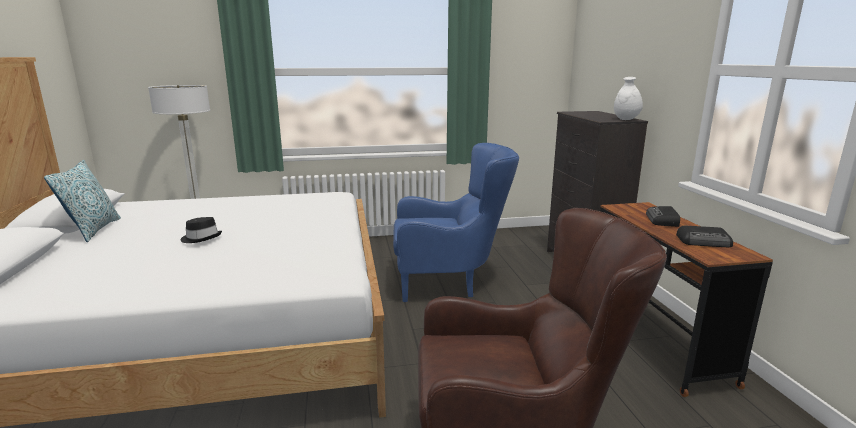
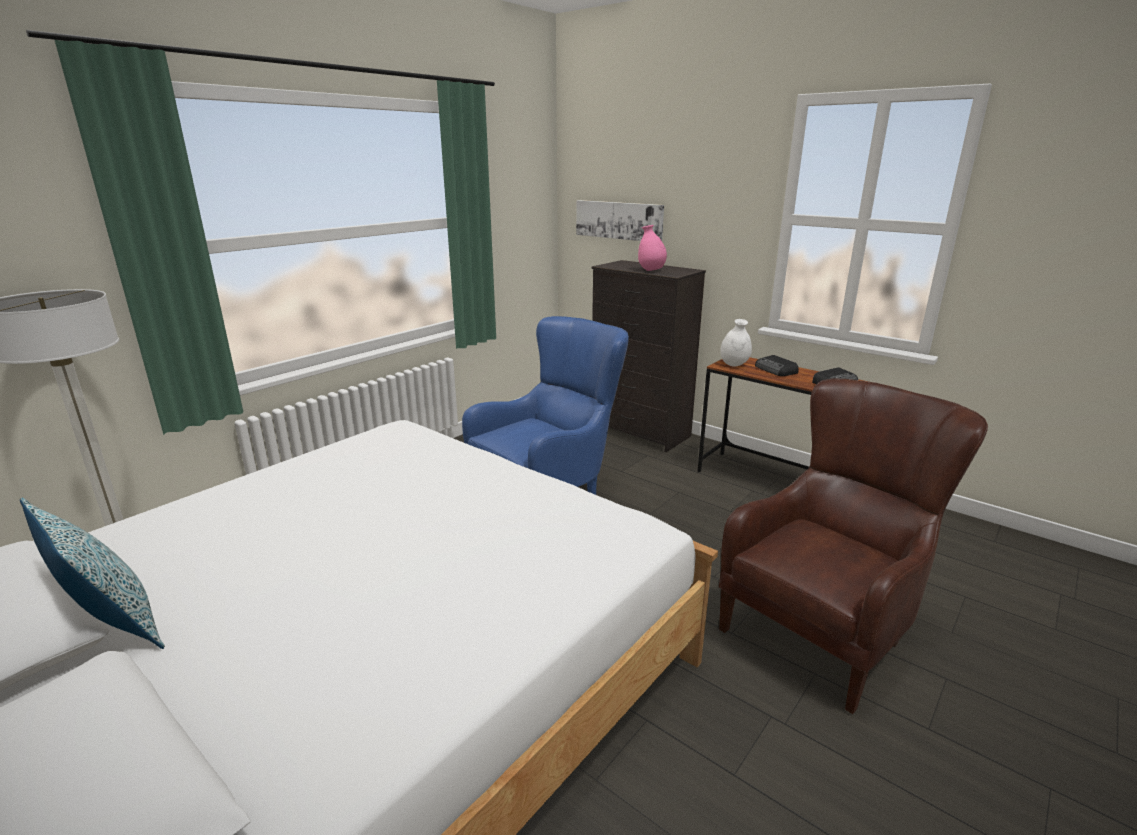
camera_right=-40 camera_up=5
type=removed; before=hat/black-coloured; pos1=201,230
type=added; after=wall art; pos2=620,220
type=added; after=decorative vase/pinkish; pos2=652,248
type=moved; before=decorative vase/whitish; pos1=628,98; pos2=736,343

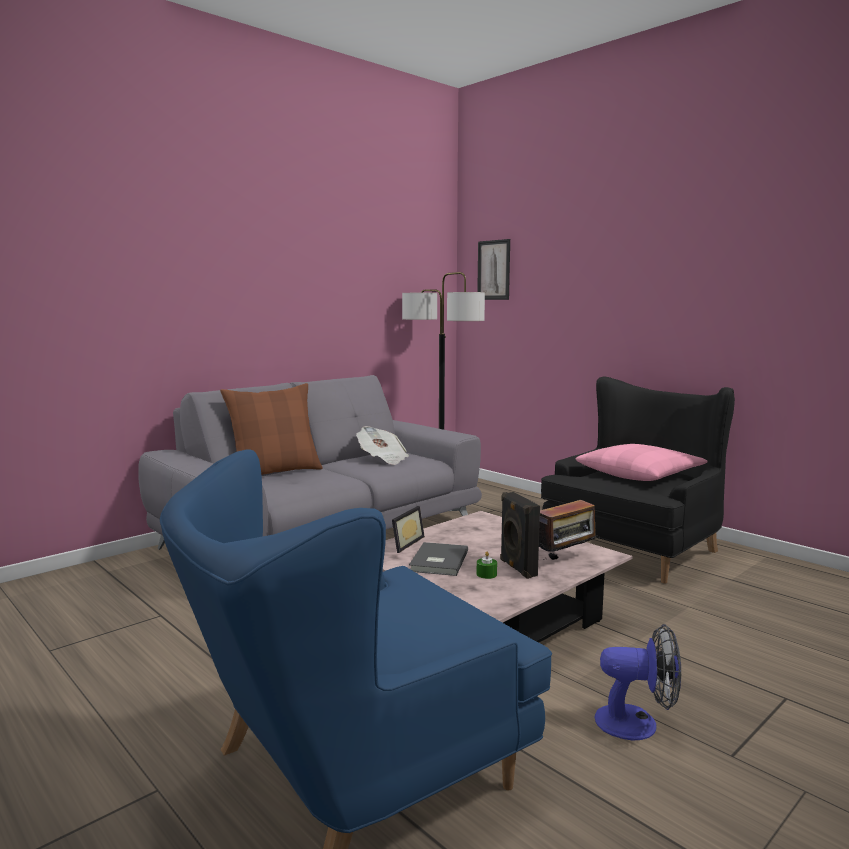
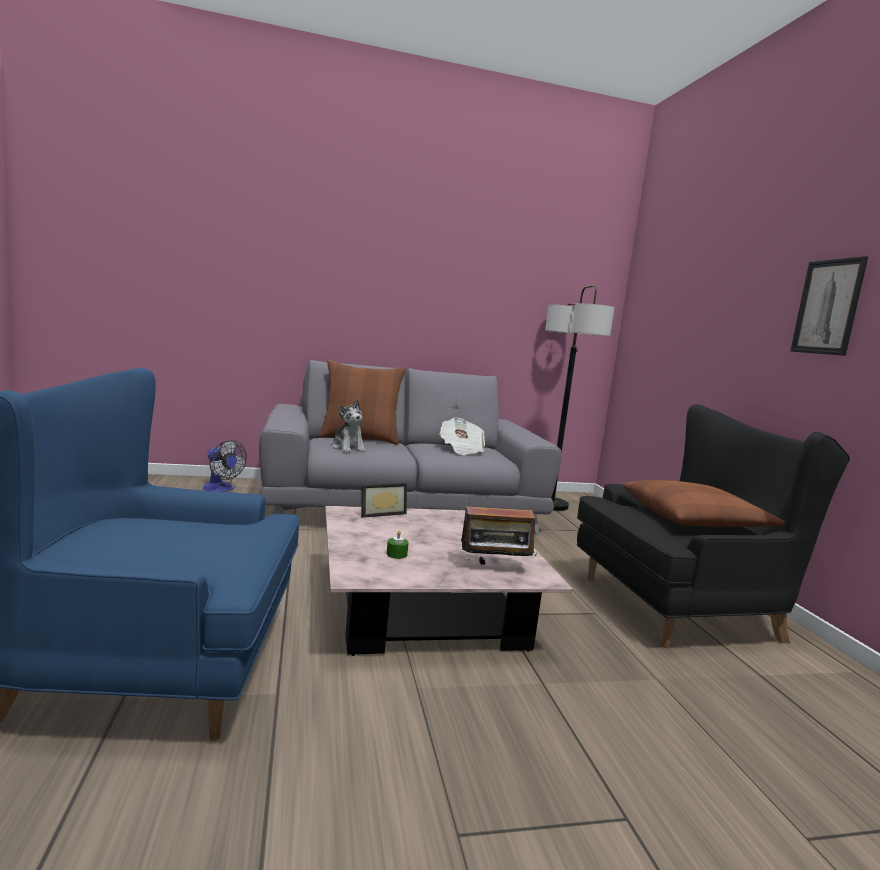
camera_right=30 camera_up=0
type=removed; before=bound book/greyish; pos1=438,559
type=removed; before=speaker/black-coloured; pos1=520,535
type=added; after=plush toy; pos2=349,426
type=moved; before=wall art; pos1=493,269; pos2=829,306
type=moved; before=cooling fan; pos1=638,682; pos2=225,466
type=recoloured; before=cushion/pinkish; after=cushion/brownish; pos1=642,462; pos2=704,503

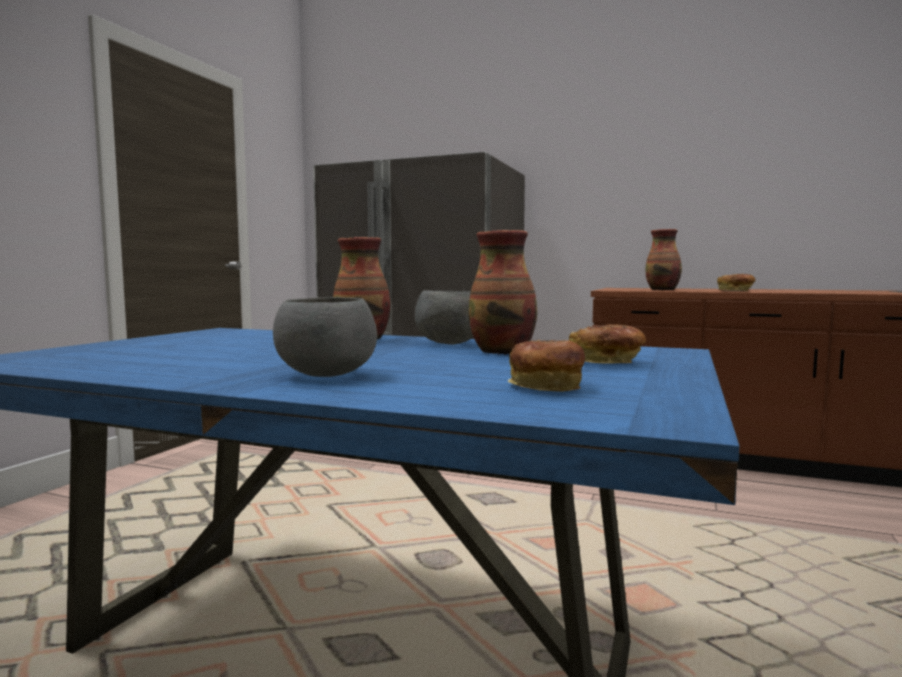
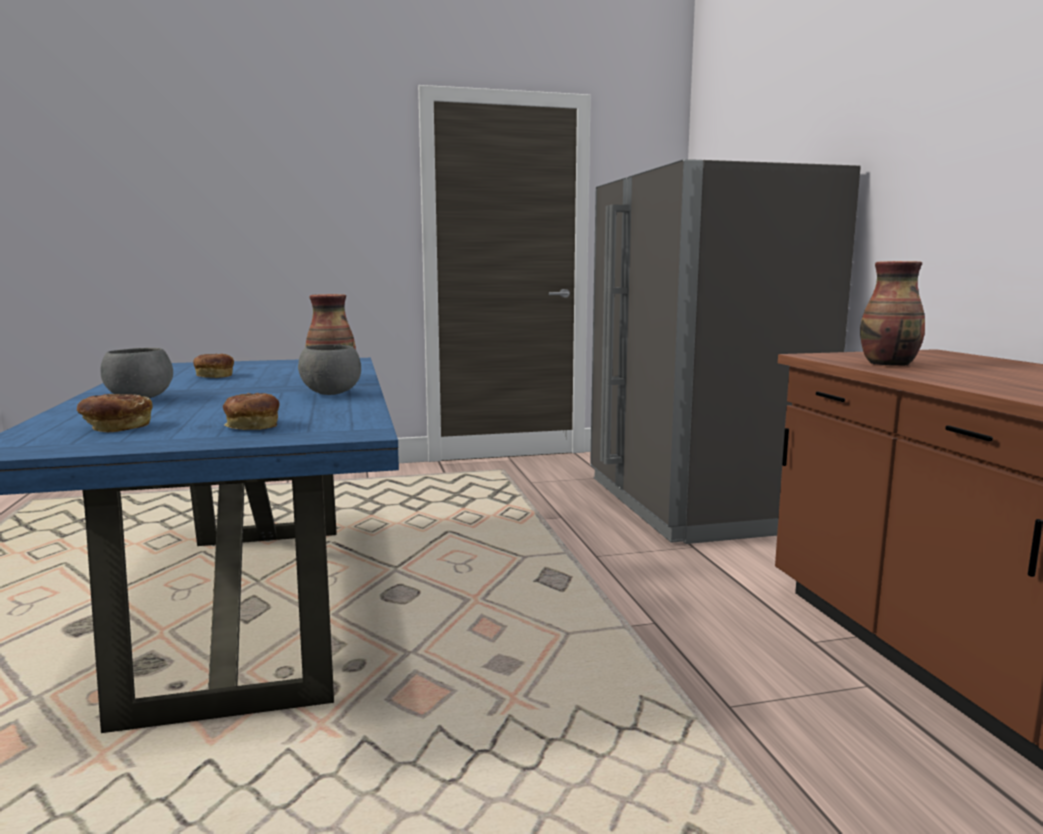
camera_right=55 camera_up=5
type=removed; before=decorative vase; pos1=503,292
type=moved; before=baked bread; pos1=736,282; pos2=213,365

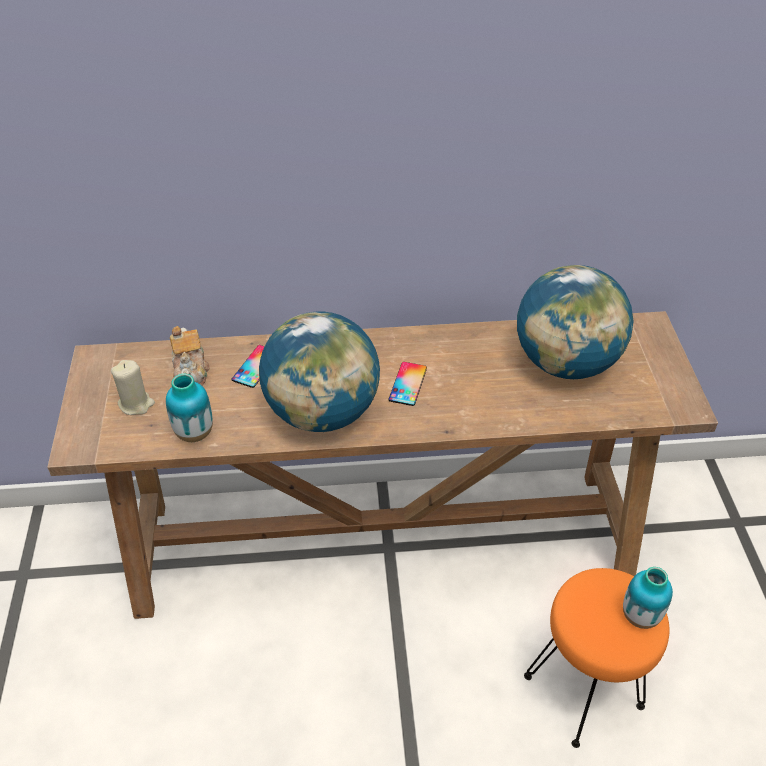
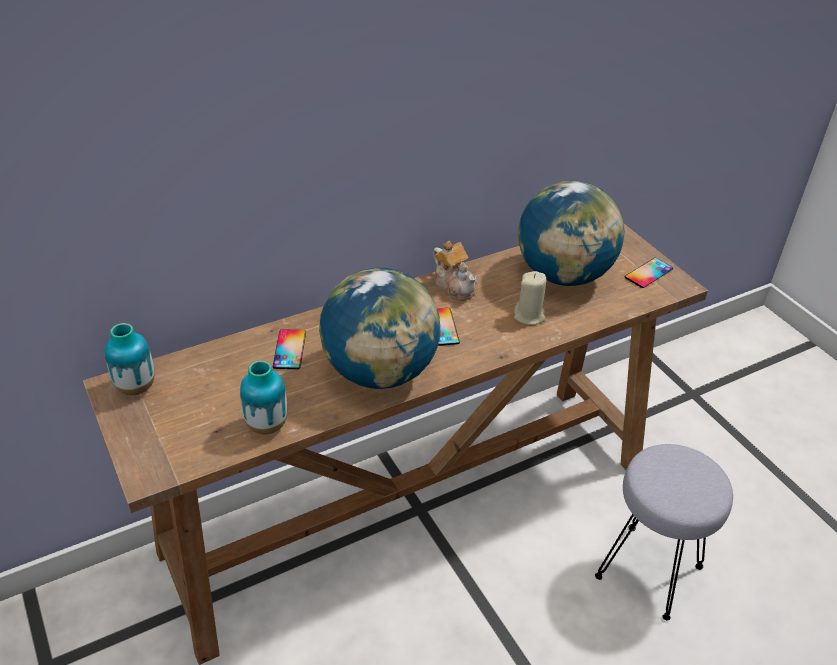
camera_right=-25 camera_up=-5
type=added; after=telephone; pos2=649,273
type=moved; before=wax candle/beige-coloured; pos1=133,387; pos2=530,298
type=moved; before=teapot; pos1=189,356; pos2=455,271
type=moved; before=decorative vase; pos1=648,598; pos2=129,359
type=recoloured; before=sitting stool/orangey; after=sitting stool/greyish; pos1=597,658; pos2=664,532

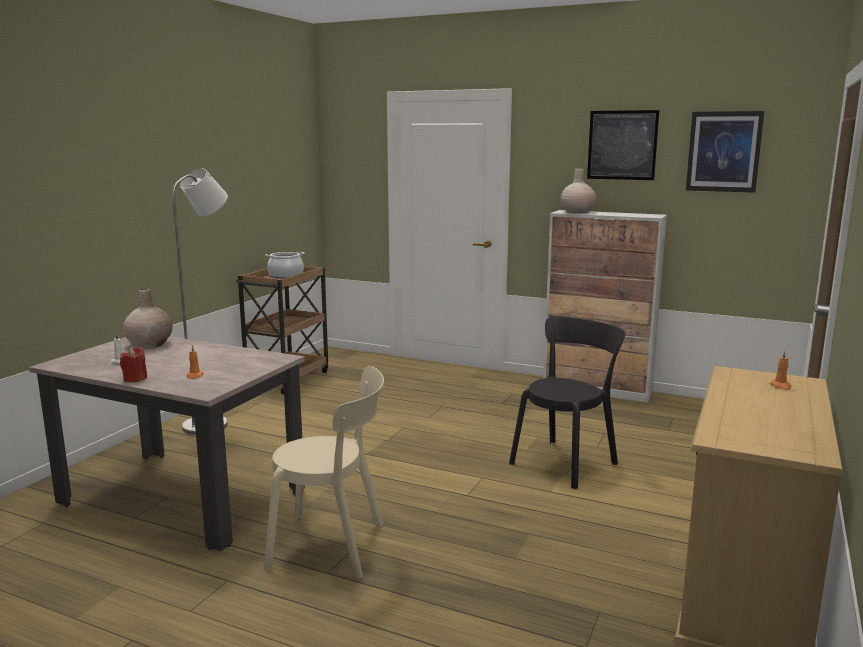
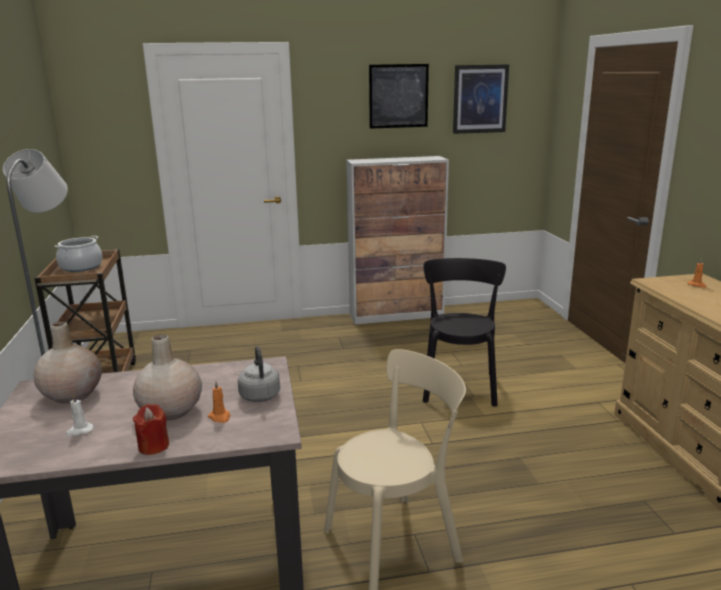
camera_right=-35 camera_up=5
type=added; after=tea kettle/greyish; pos2=259,374
type=moved; before=decorative vase/beige-coloured; pos1=578,191; pos2=167,377

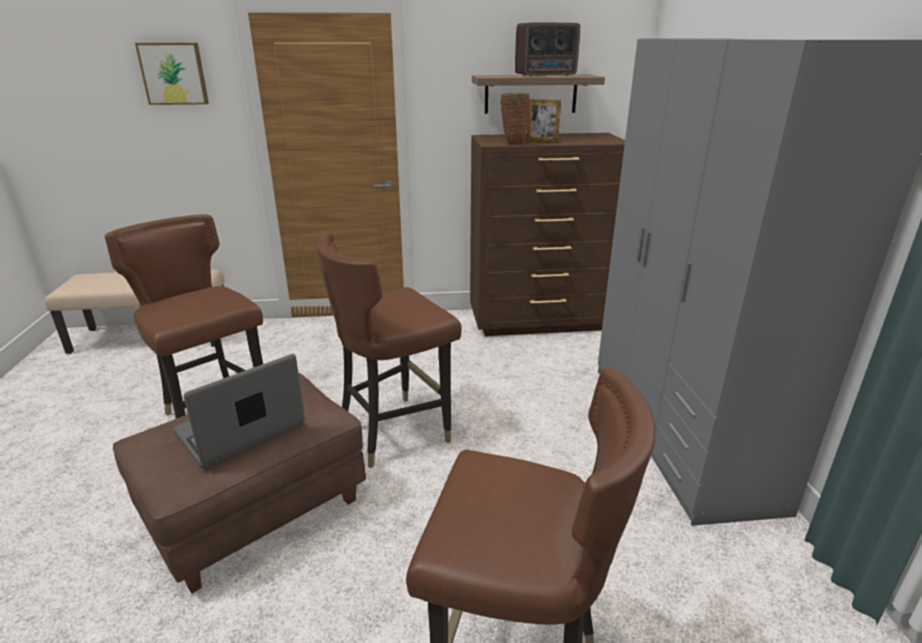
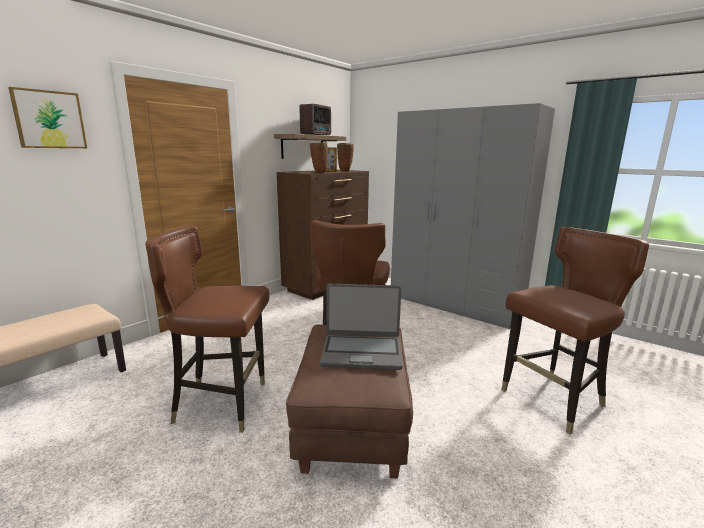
camera_right=-45 camera_up=-10
type=added; after=decorative vase/brownish; pos2=345,157
type=turned; before=laptop; pos1=239,411; pos2=361,327; turn=-90

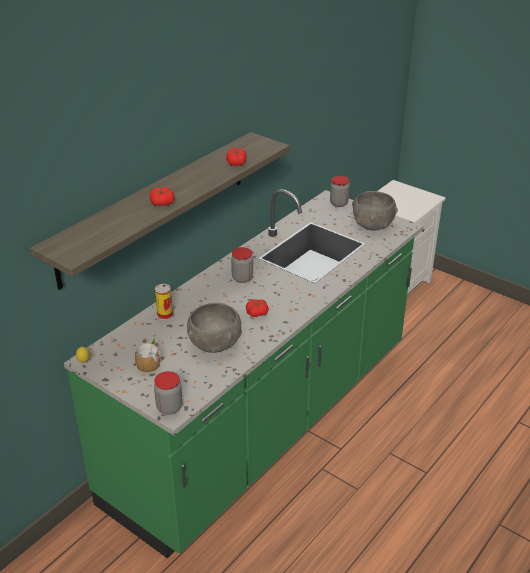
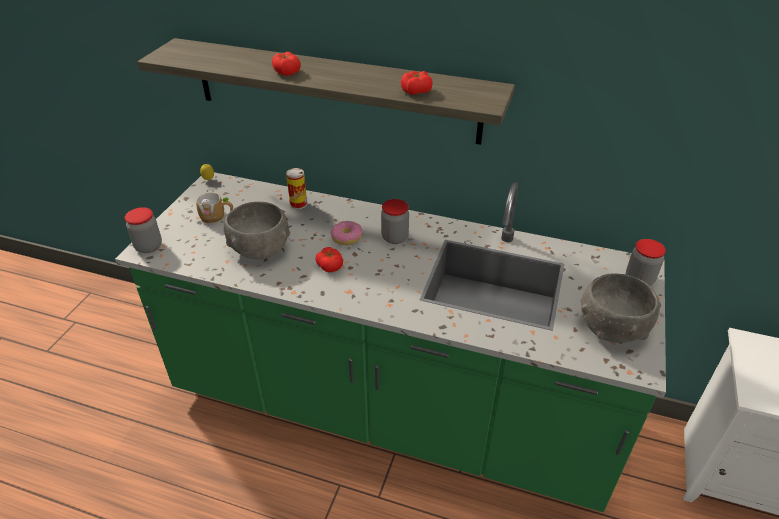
camera_right=70 camera_up=5
type=added; after=donut; pos2=346,233

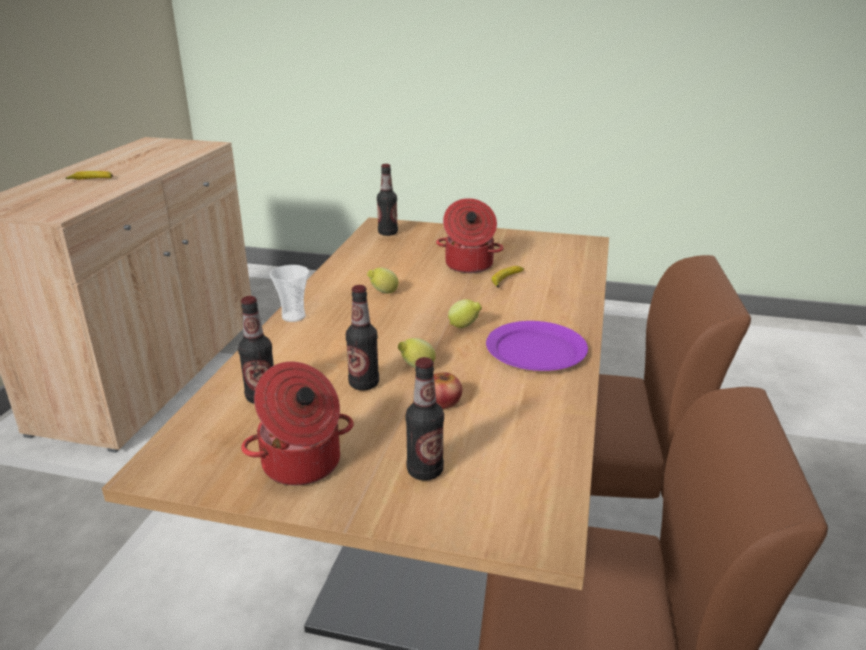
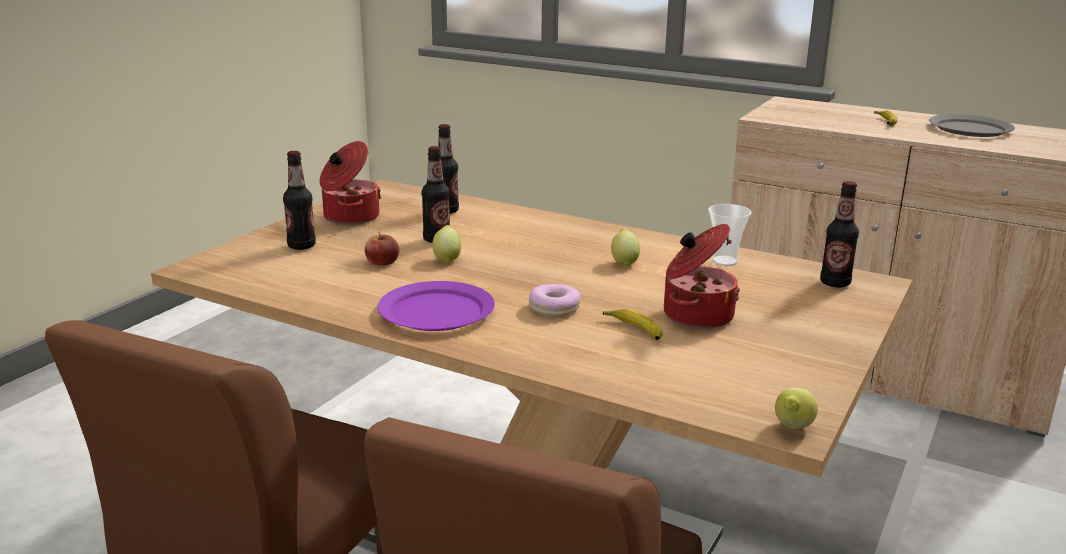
camera_right=105 camera_up=-5
type=added; after=donut; pos2=554,300
type=added; after=plate/greyish; pos2=972,125
type=moved; before=drinking cup; pos1=289,293; pos2=730,235
type=moved; before=lemon; pos1=465,313; pos2=796,408

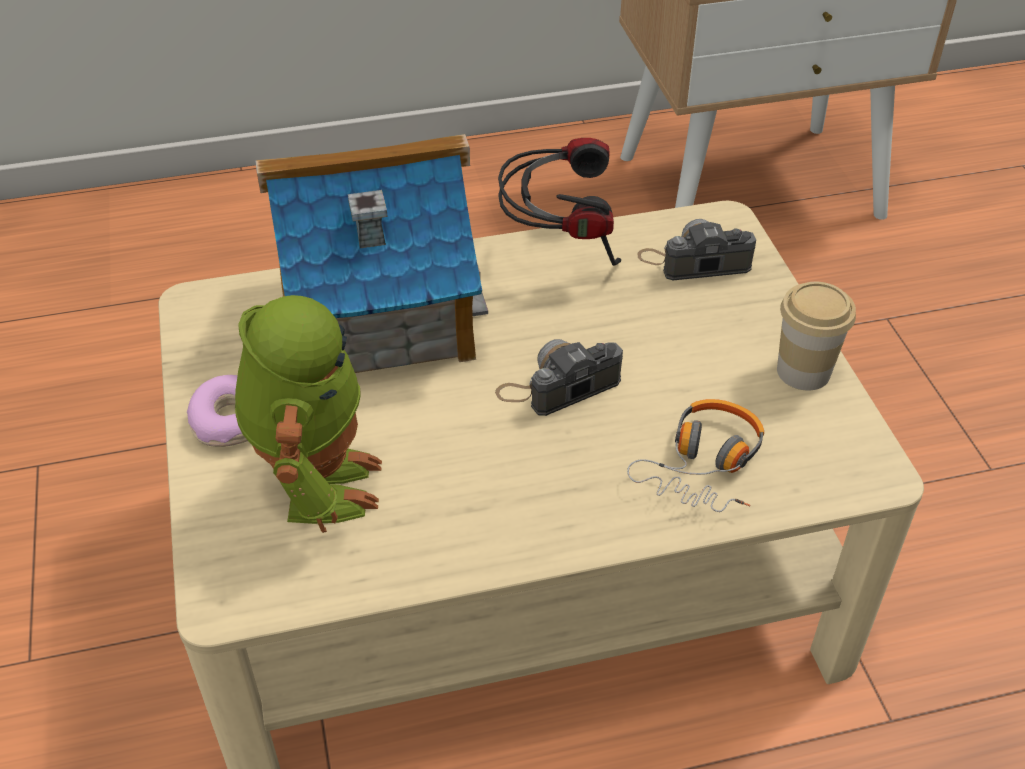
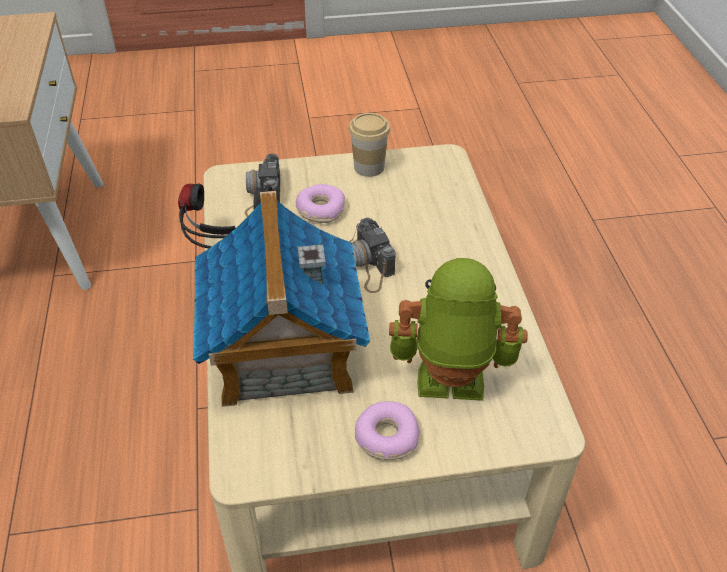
camera_right=-85 camera_up=0
type=removed; before=headphones; pos1=695,455
type=added; after=donut; pos2=320,203

